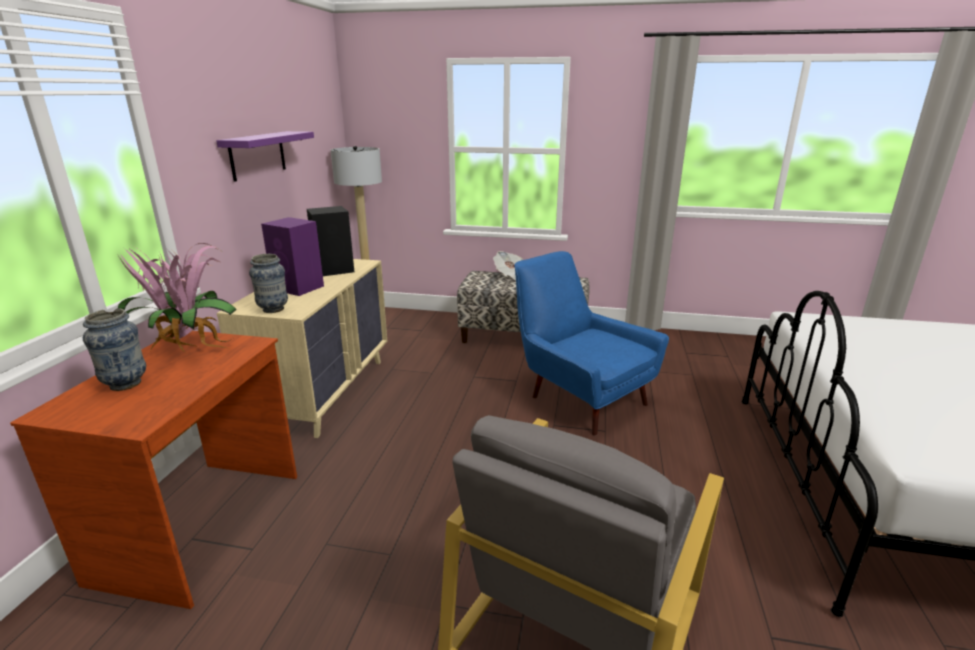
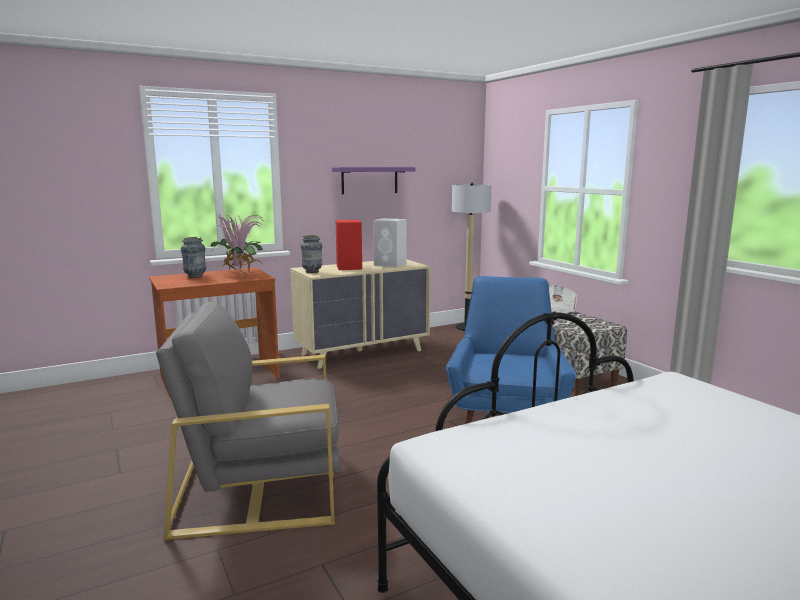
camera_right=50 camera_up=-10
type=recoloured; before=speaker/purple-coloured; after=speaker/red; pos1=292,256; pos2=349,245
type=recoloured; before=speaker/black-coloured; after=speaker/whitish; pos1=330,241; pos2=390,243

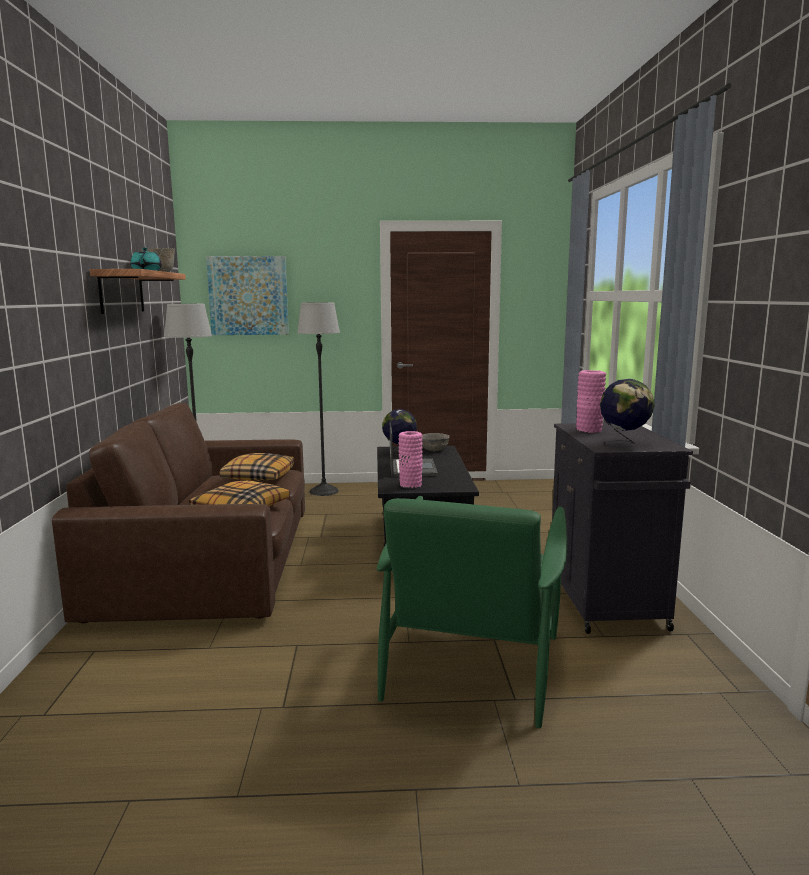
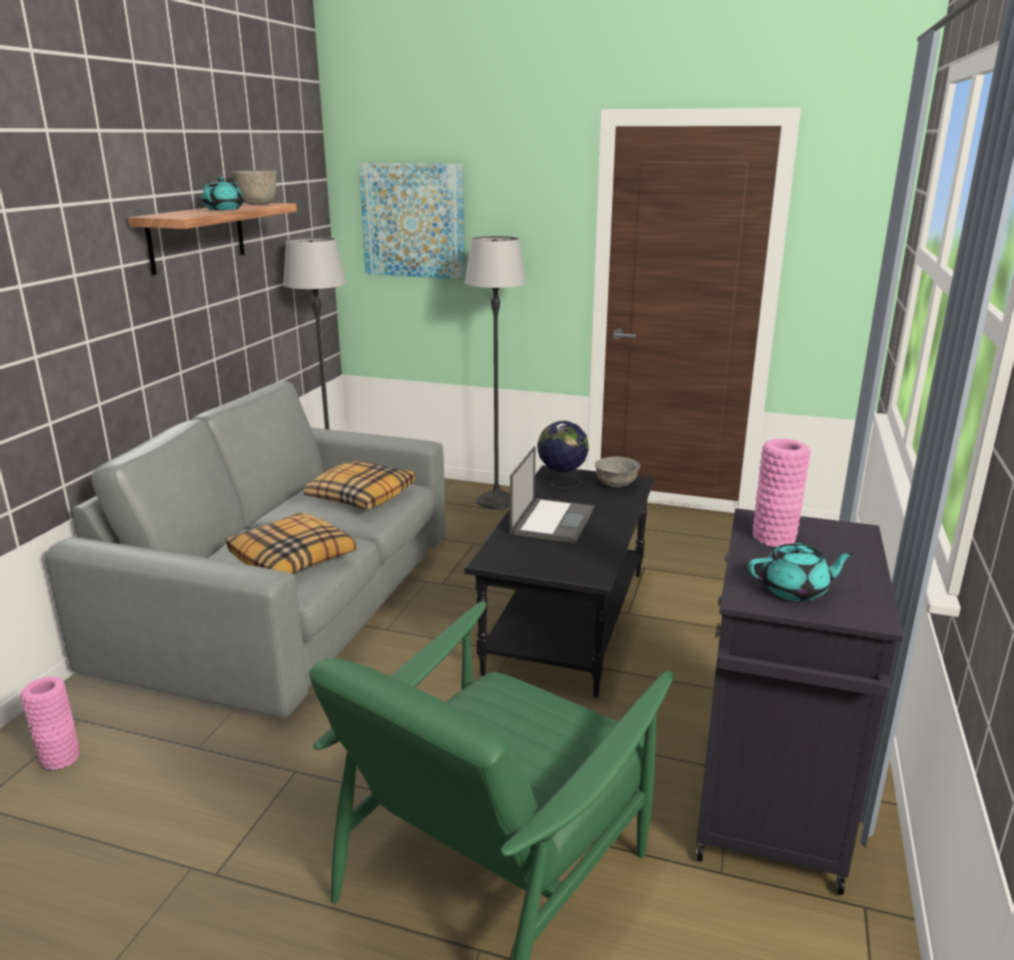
camera_right=20 camera_up=10
type=moved; before=decorative vase/pinkish; pos1=410,459; pos2=49,724
type=replaced; before=desk globe; after=teapot/blue-green; pos1=627,413; pos2=801,572
type=recoloured; before=sofa/brownish; after=sofa/greyish; pos1=178,513; pos2=245,549

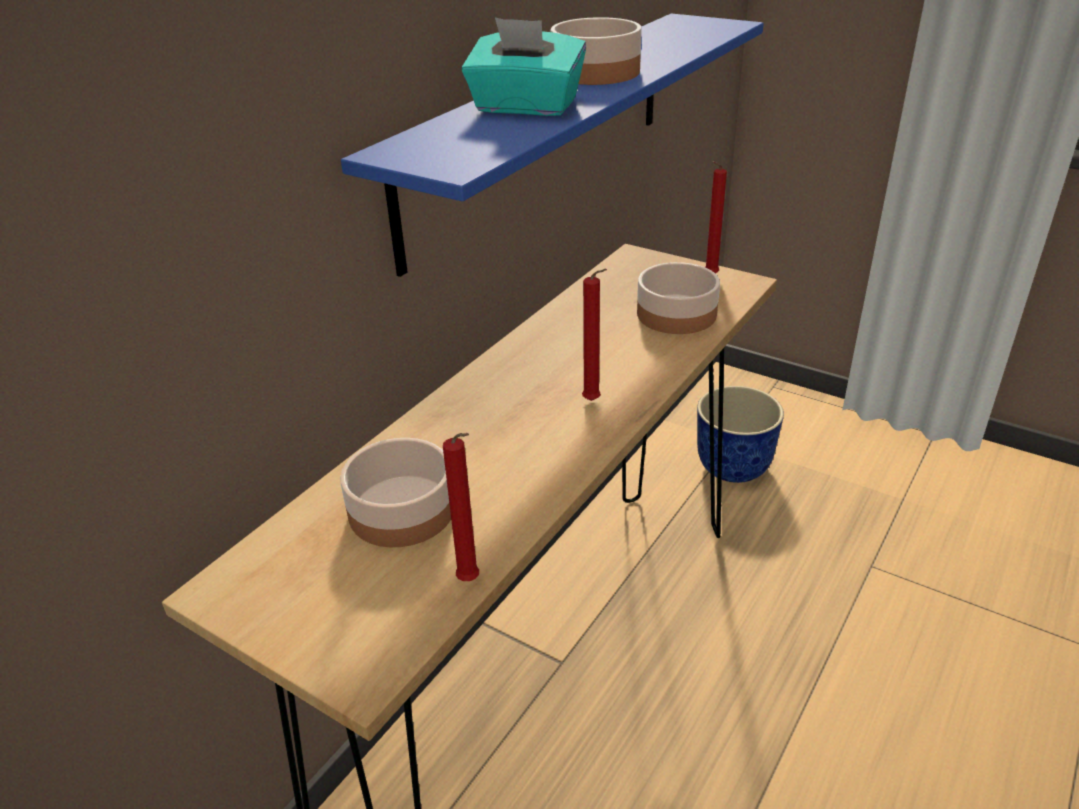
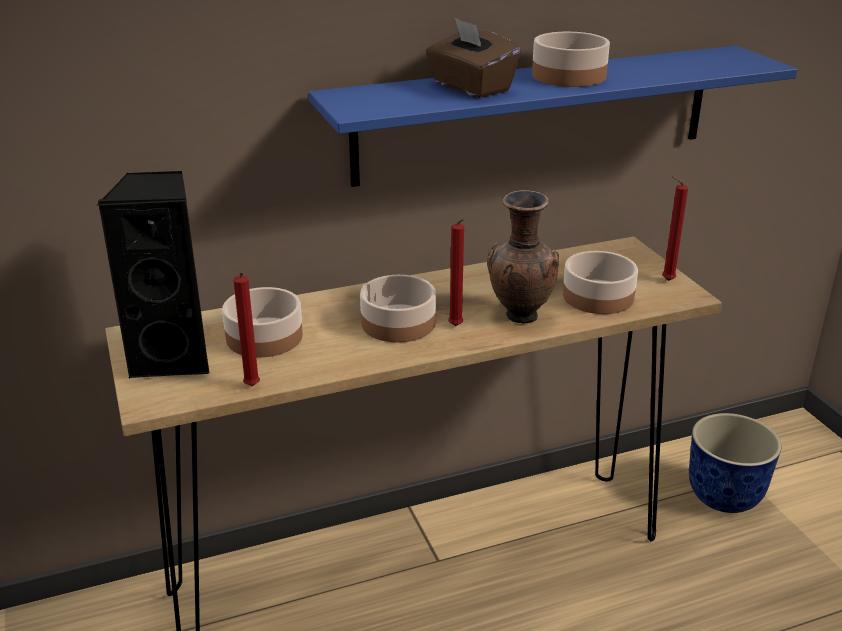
camera_right=35 camera_up=-5
type=added; after=speaker/black-coloured; pos2=153,275
type=added; after=deep dish; pos2=398,309
type=added; after=decorative vase/brownish; pos2=523,256
type=recoloured; before=tissue box/blue-green; after=tissue box/brownish; pos1=524,67; pos2=473,58

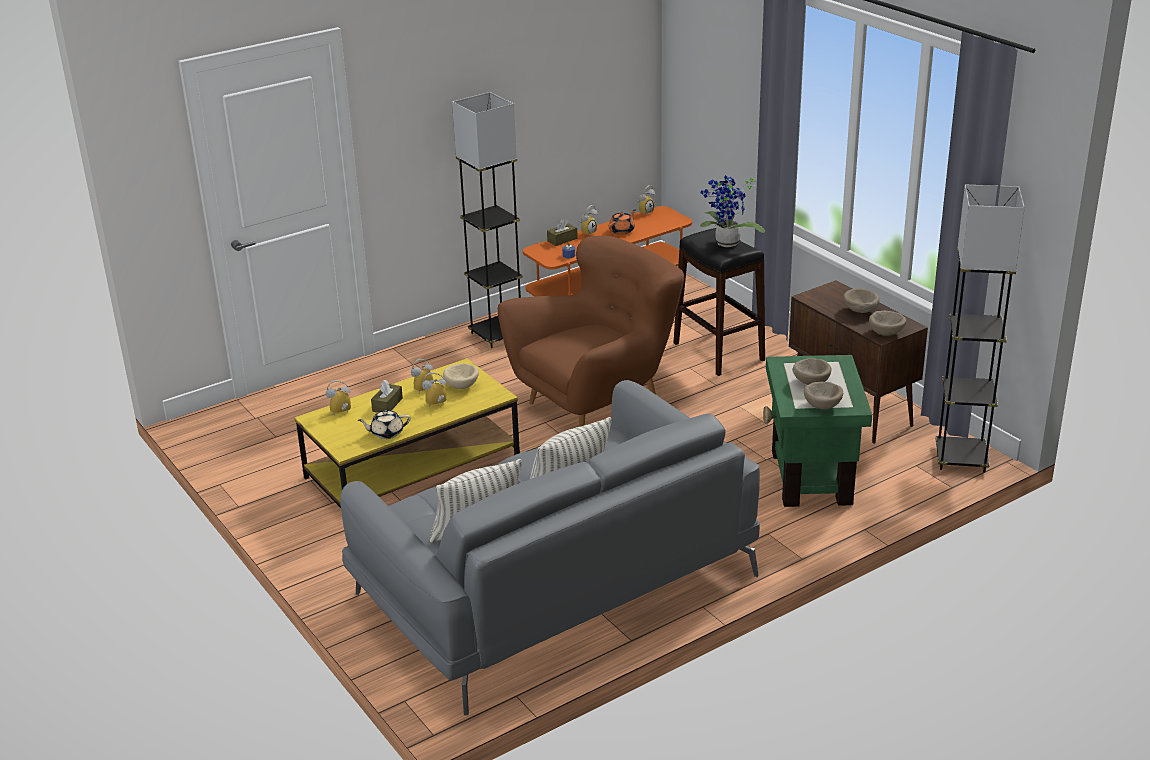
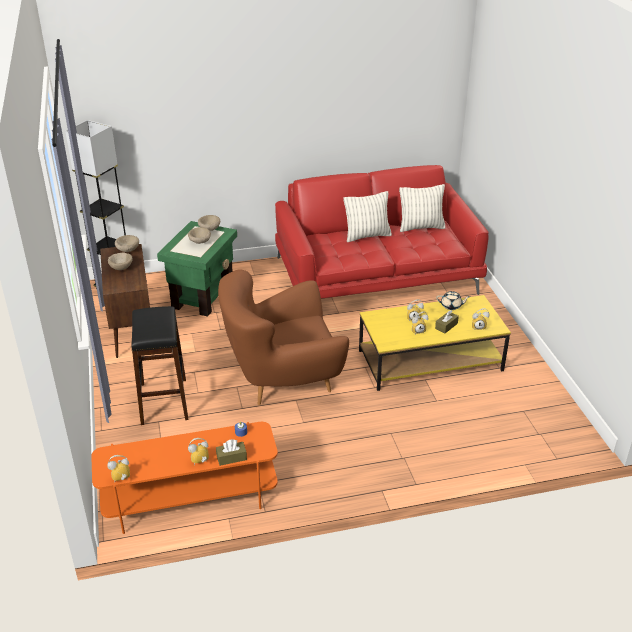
camera_right=-160 camera_up=5
type=removed; before=deep dish/beige-coloured; pos1=461,376
type=removed; before=standing lamp/greyish; pos1=487,220
type=removed; before=teapot/orangey; pos1=622,222
type=removed; before=houseplant; pos1=732,211
type=recoloured; before=sofa/greyish; after=sofa/red; pos1=550,547; pos2=382,232

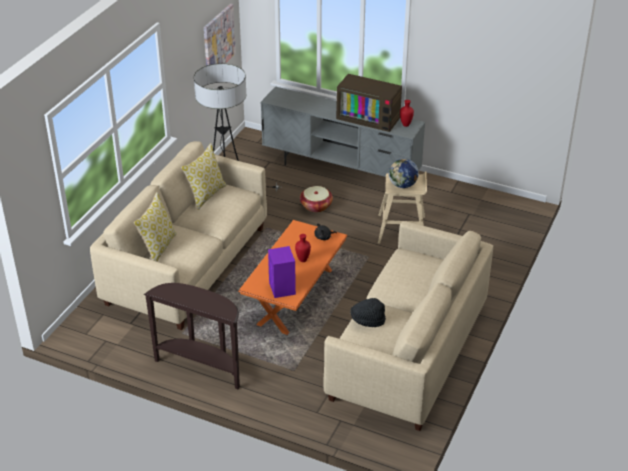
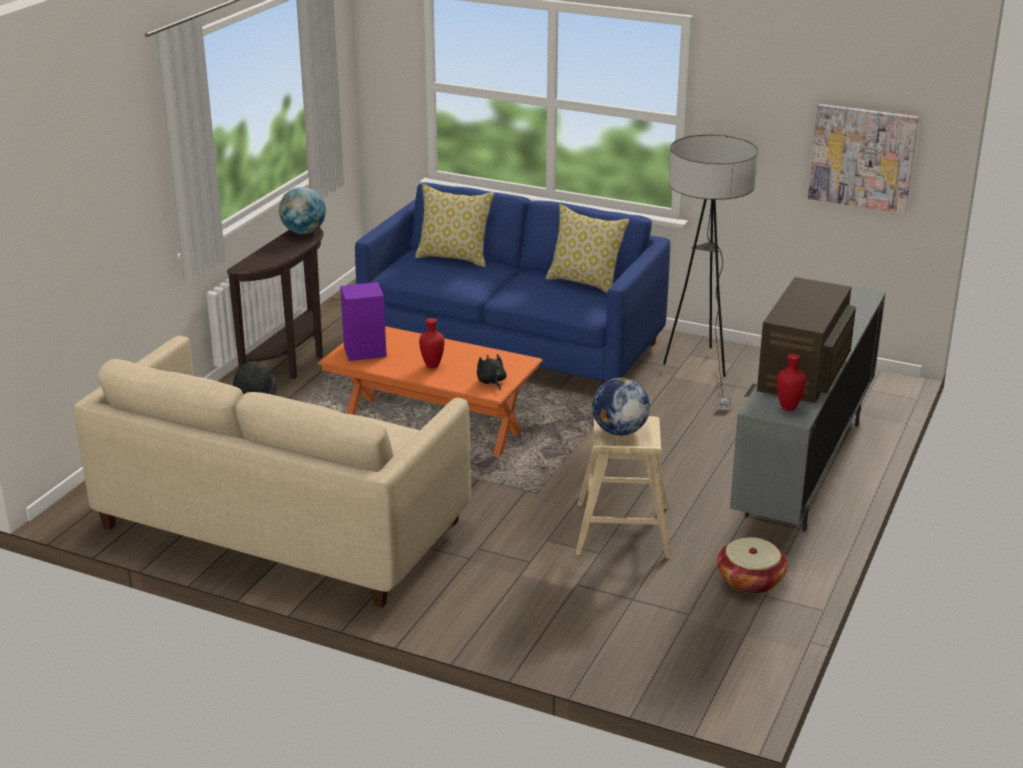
camera_right=90 camera_up=-10
type=added; after=desk globe; pos2=302,210
type=moved; before=basket; pos1=316,199; pos2=752,565
type=recoloured; before=sofa/beige-coloured; after=sofa/bluish; pos1=178,235; pos2=512,284

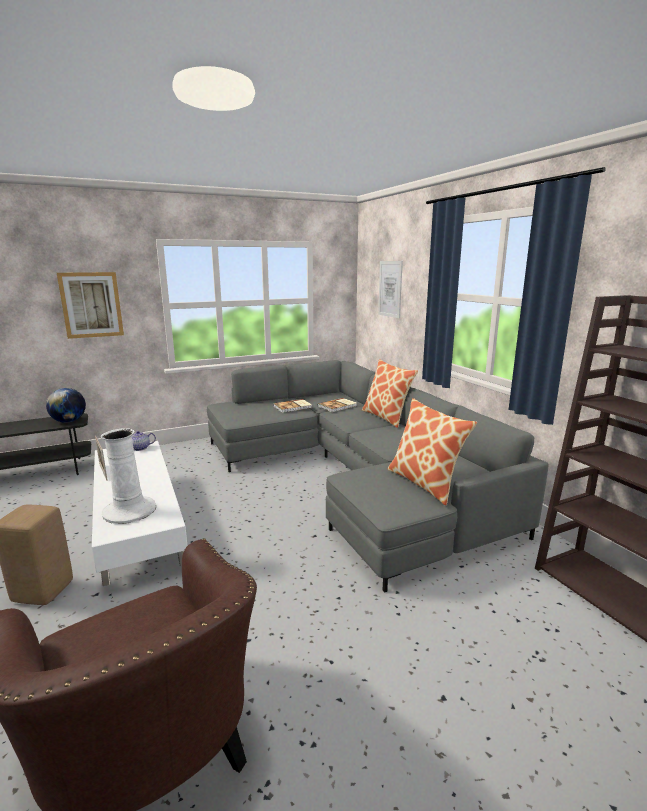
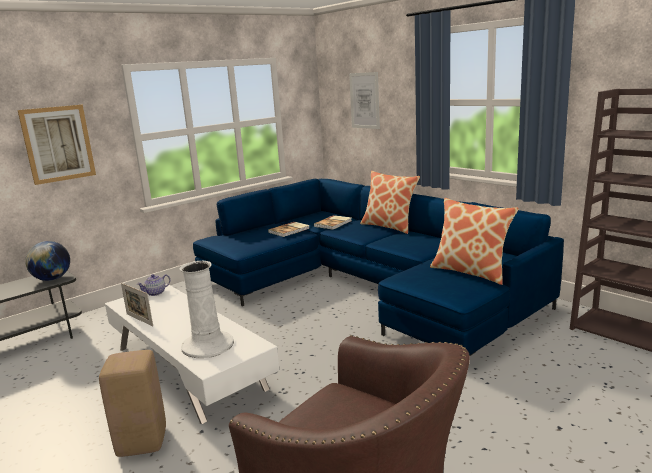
camera_right=-15 camera_up=0
type=recoloured; before=sofa/greyish; after=sofa/bluish; pos1=378,476; pos2=378,267

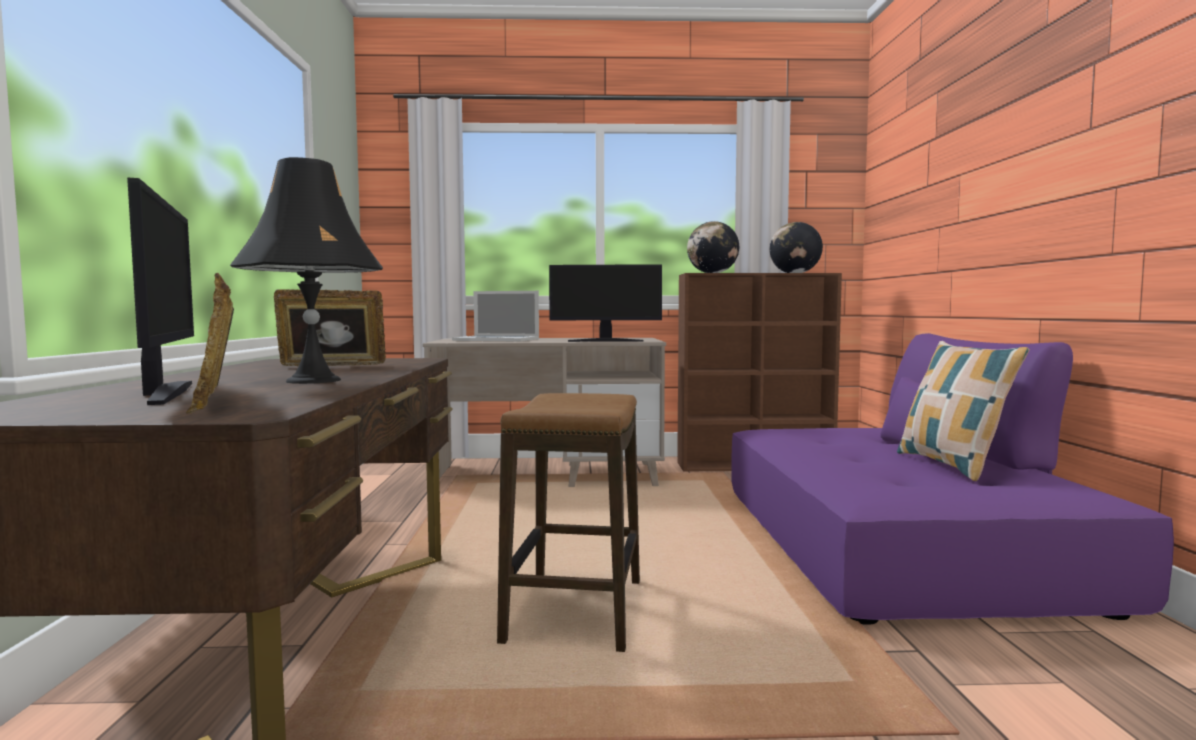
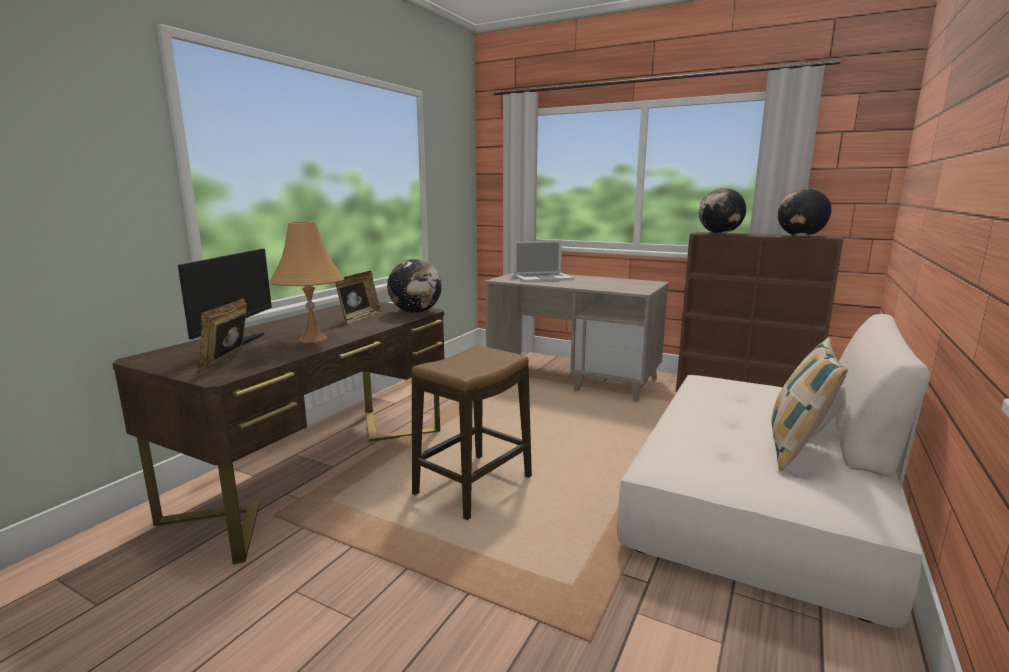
camera_right=30 camera_up=10
type=removed; before=computer screen; pos1=605,303
type=added; after=desk globe; pos2=414,286
type=recoloured; before=lamp for a table/black-coloured; after=lamp for a table/orangey; pos1=306,270; pos2=307,282
type=recoloured; before=sofa/purple-coloured; after=sofa/beige-coloured; pos1=952,479; pos2=773,470
type=turned; before=photo frame; pos1=330,328; pos2=358,297; turn=90
type=turned; before=laptop; pos1=495,316; pos2=543,261; turn=-60

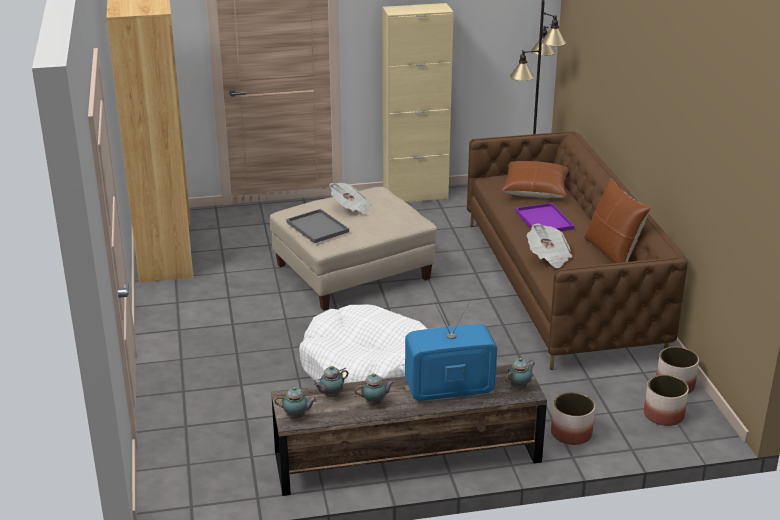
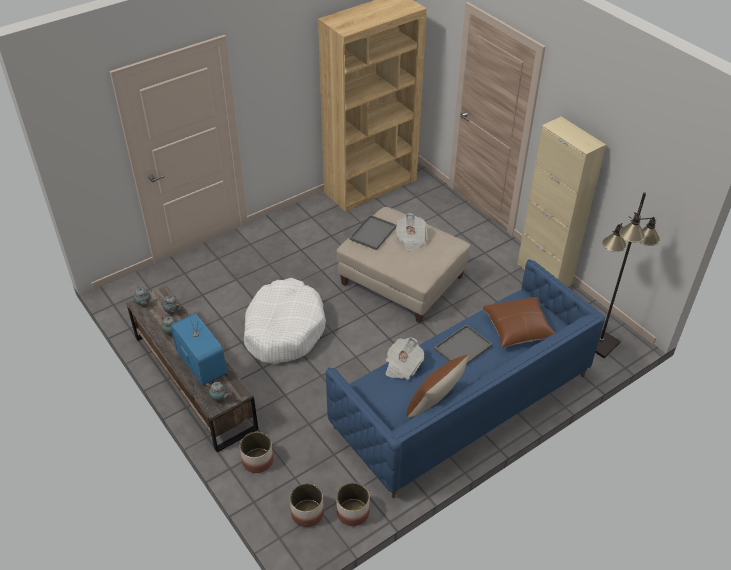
camera_right=65 camera_up=15
type=recoloured; before=sofa/brownish; after=sofa/bluish; pos1=577,250; pos2=465,378
type=recoloured; before=serving tray/purple-coloured; after=serving tray/greyish; pos1=544,217; pos2=463,344

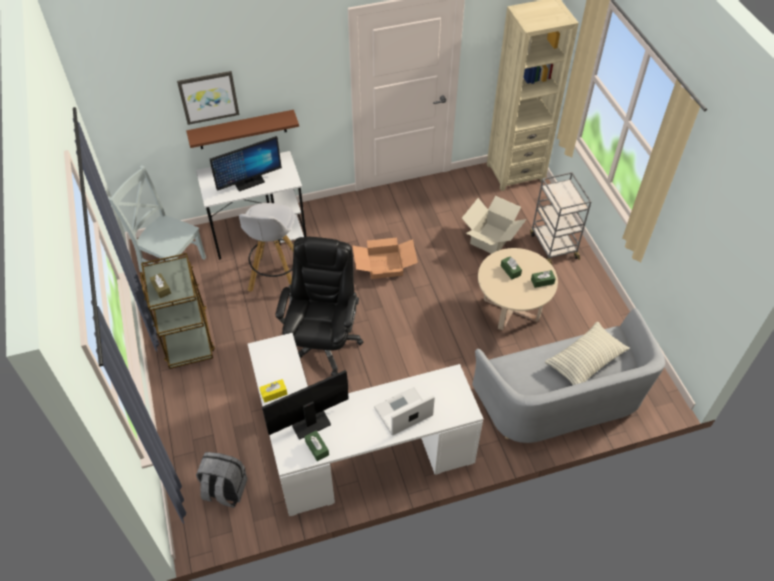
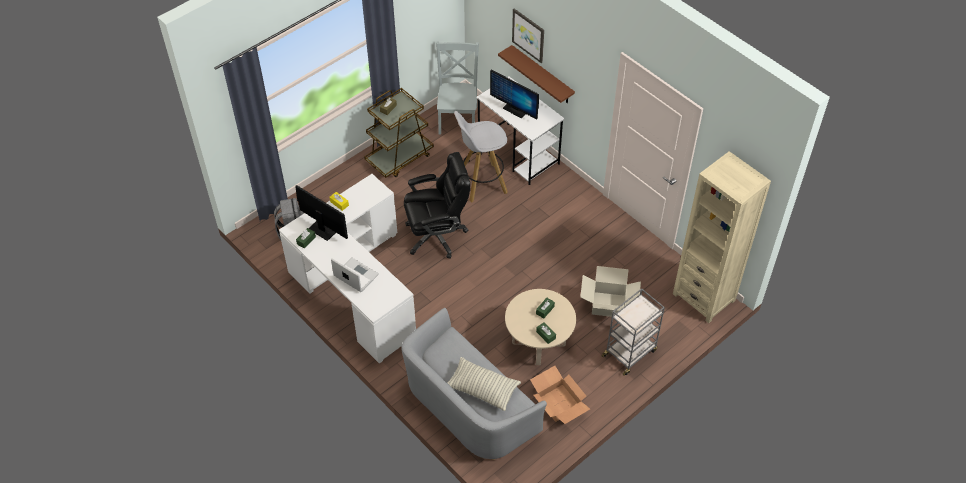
camera_right=65 camera_up=0
type=moved; before=carton; pos1=385,258; pos2=560,395

